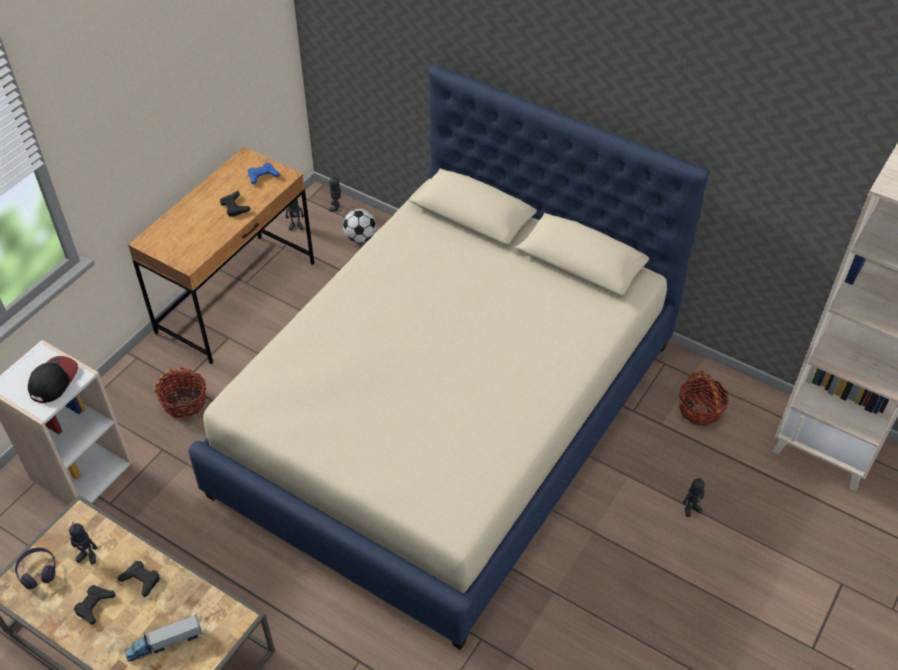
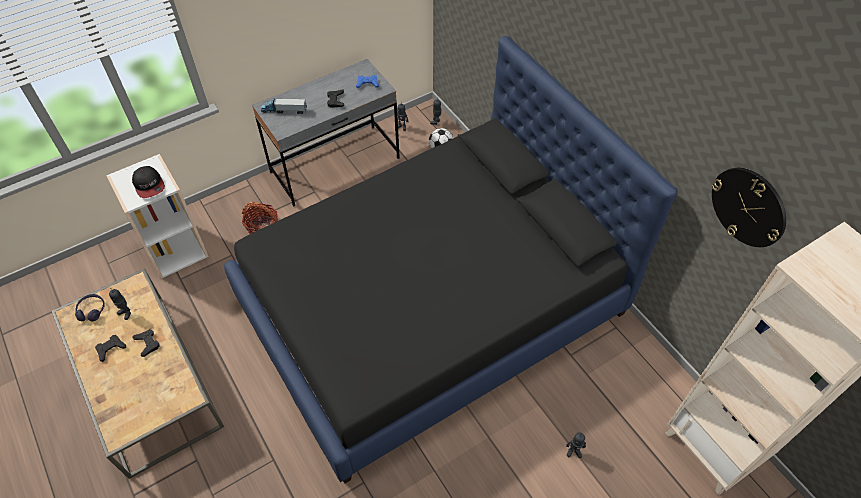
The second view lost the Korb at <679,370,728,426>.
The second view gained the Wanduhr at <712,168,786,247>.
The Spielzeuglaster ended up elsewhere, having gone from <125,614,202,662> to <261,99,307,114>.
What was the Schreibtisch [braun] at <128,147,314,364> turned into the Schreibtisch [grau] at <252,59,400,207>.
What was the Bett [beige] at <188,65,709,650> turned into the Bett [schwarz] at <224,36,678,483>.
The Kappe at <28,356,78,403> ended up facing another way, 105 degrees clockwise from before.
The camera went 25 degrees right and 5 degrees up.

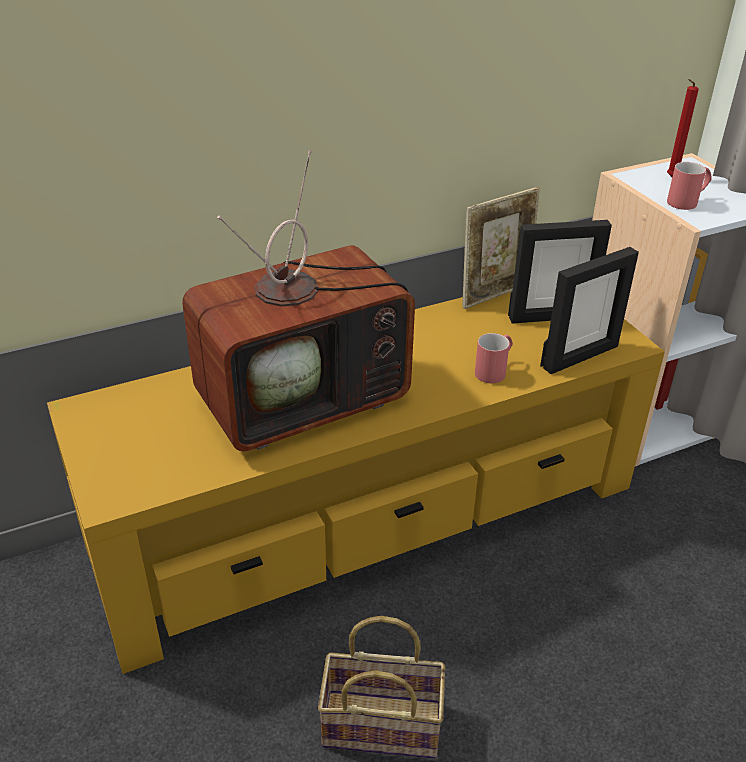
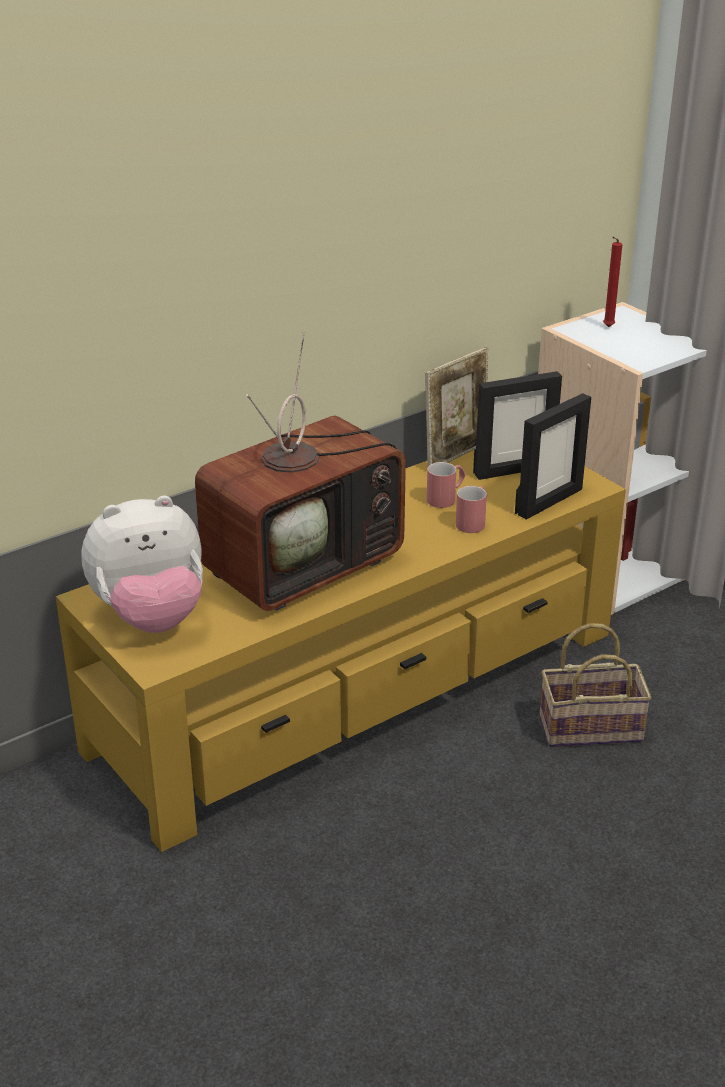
The second view gained the Plüschtier at <81,496,203,633>.
The Korb ended up elsewhere, having gone from <318,616,445,759> to <539,623,652,747>.
The Henkelbecher [rot] ended up elsewhere, having gone from <667,162,712,210> to <427,462,465,508>.
The camera went 10 degrees left and 5 degrees down.

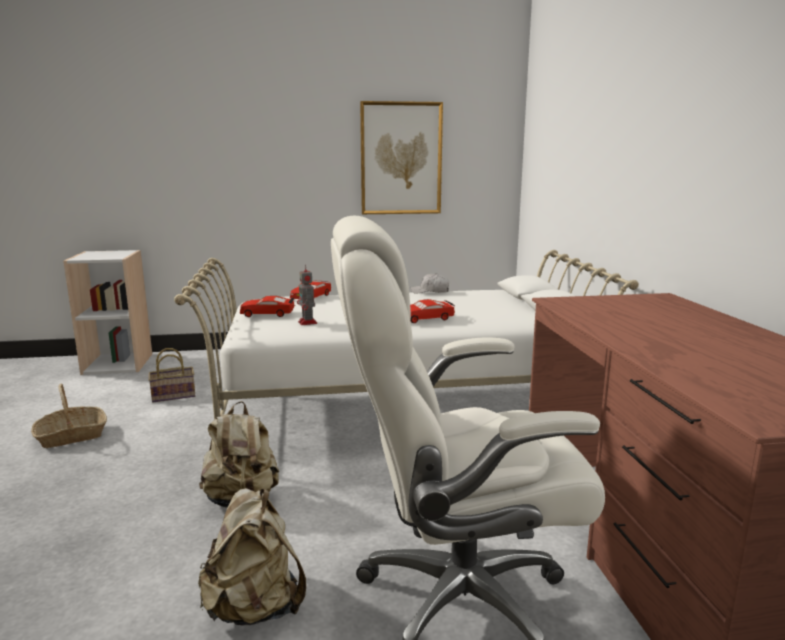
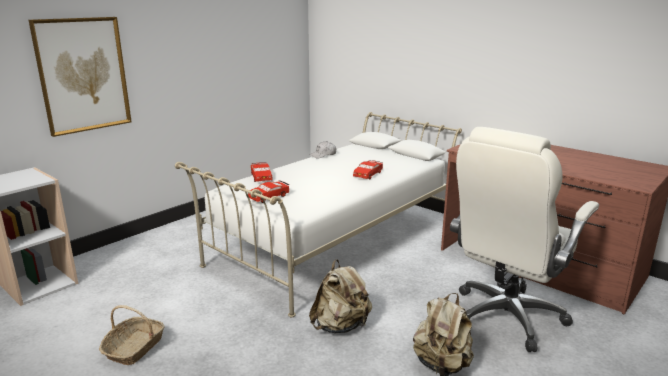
The second view lost the Korb at <149,348,195,402>.
The second view lost the Spielzeugroboter at <297,264,317,325>.
The Bild ended up elsewhere, having gone from <360,101,443,214> to <29,17,132,137>.
The camera went 40 degrees left and 5 degrees up.

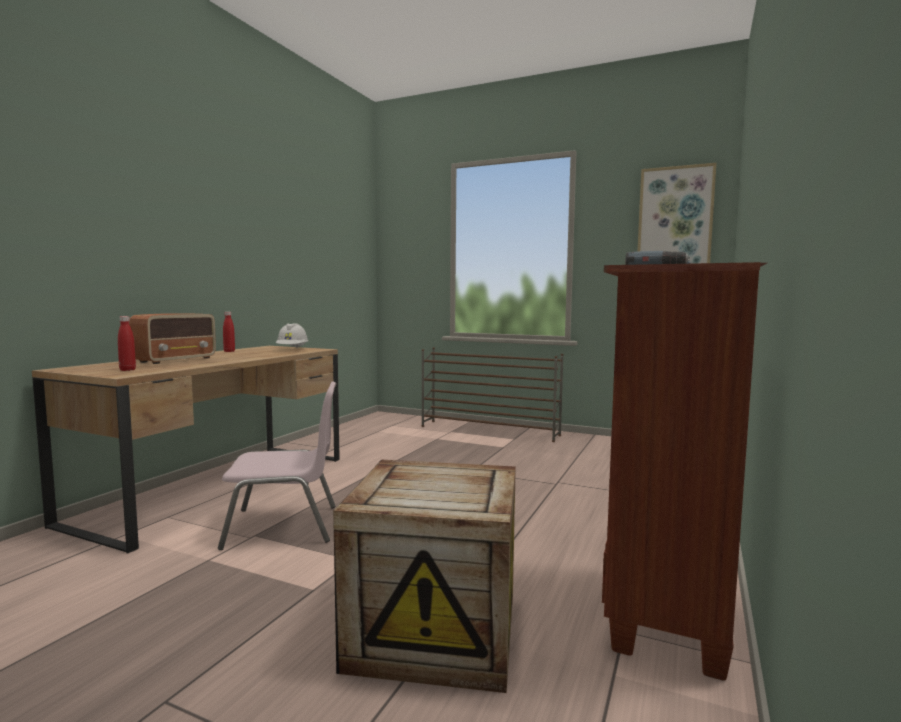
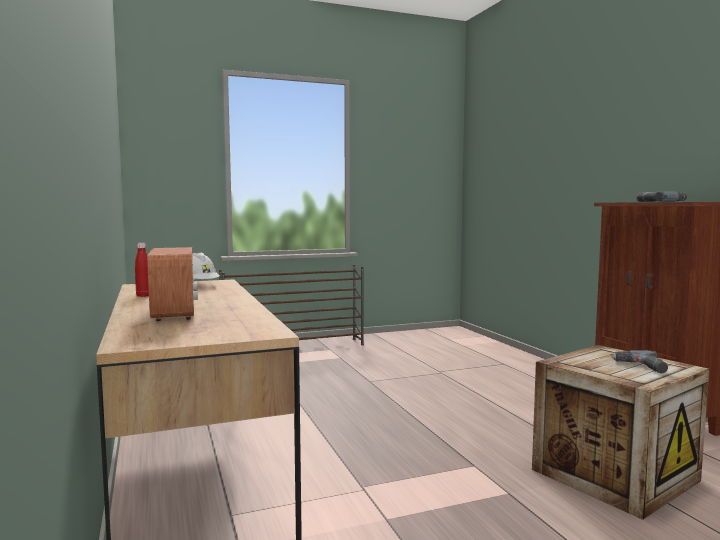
The second view lost the Flasche [rot] at <118,316,136,371>.
The second view lost the Stuhl [rosa] at <218,381,336,550>.
The second view lost the Bild at <637,163,717,264>.
The second view gained the Bohrmaschine at <612,350,668,373>.
The camera went 45 degrees left and 0 degrees up.

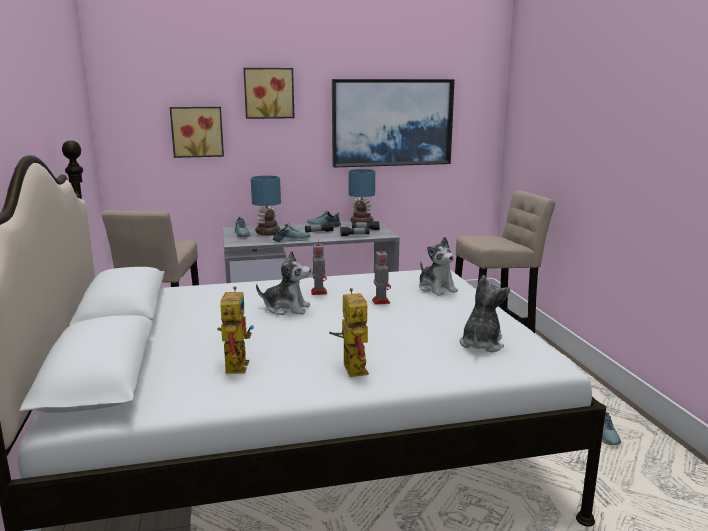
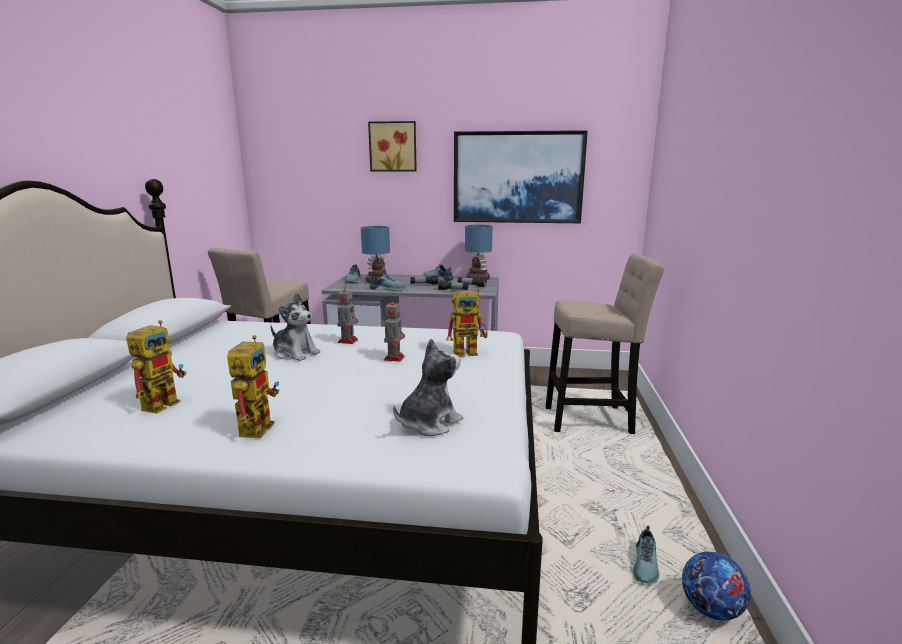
The second view lost the Bild at <170,107,224,158>.
The second view gained the Fußball at <682,552,751,620>.
Where the Plüschtier stood at <419,237,458,296>, the Spielzeugroboter came to stand at <446,288,488,357>.
The camera went 20 degrees right and 0 degrees up.

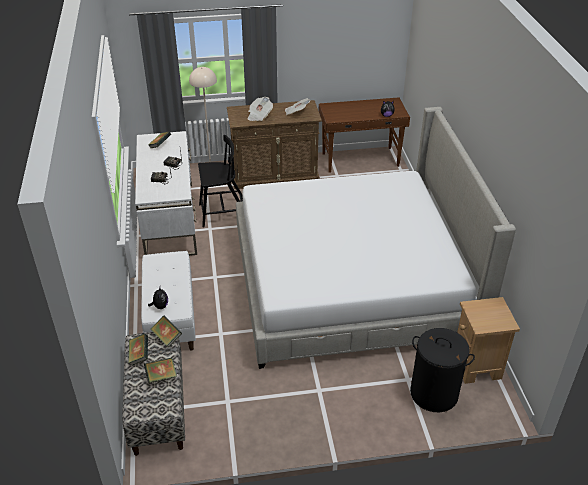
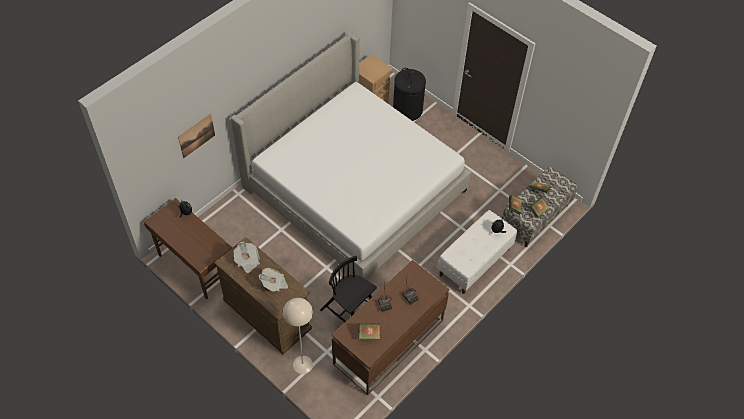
The second view gained the Bild at <178,113,215,158>.
What was the Schreibtisch [weiß] at <135,131,197,256> turned into the Schreibtisch [braun] at <332,260,450,395>.
The camera went 130 degrees left and 15 degrees up.

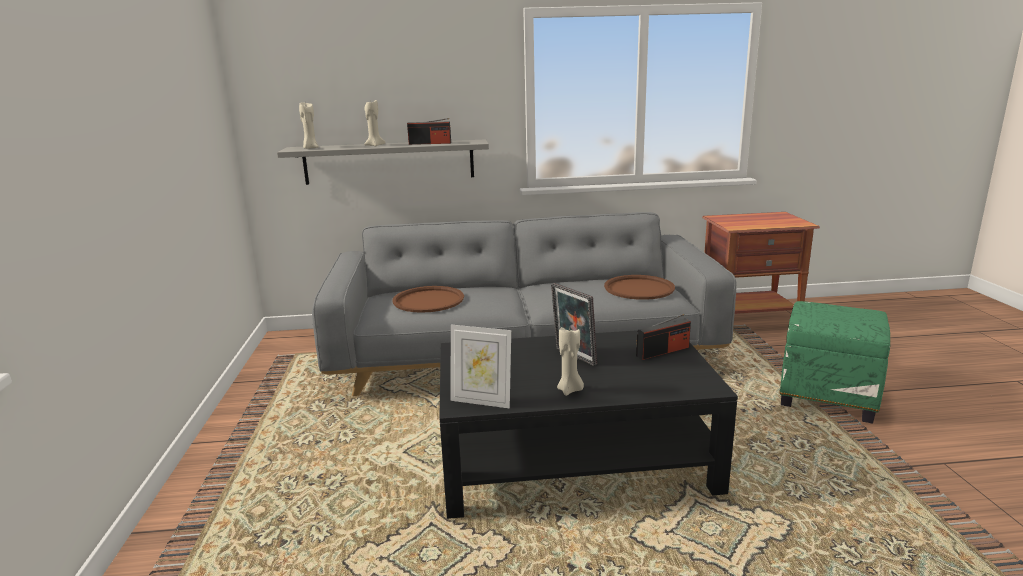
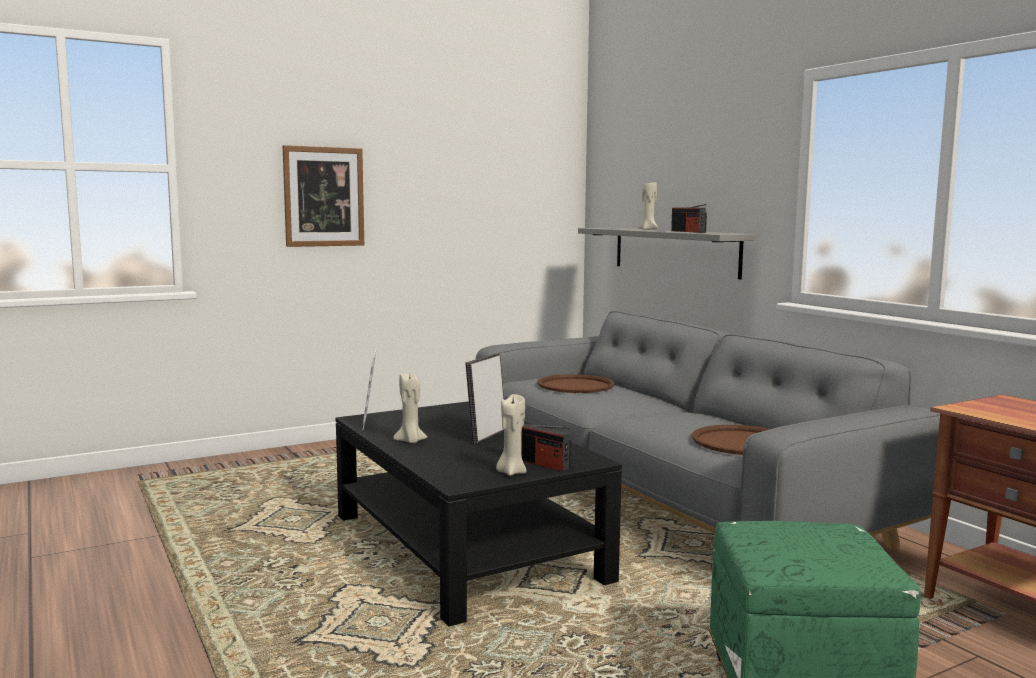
The second view gained the Bild at <283,145,364,247>.
The Kerze [beige] ended up elsewhere, having gone from <299,102,319,149> to <496,394,527,476>.
The camera went 65 degrees right and 10 degrees down.

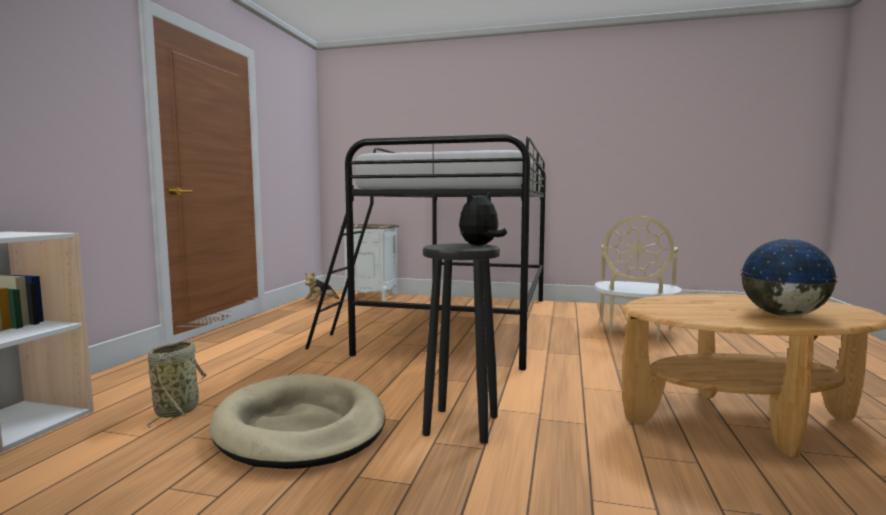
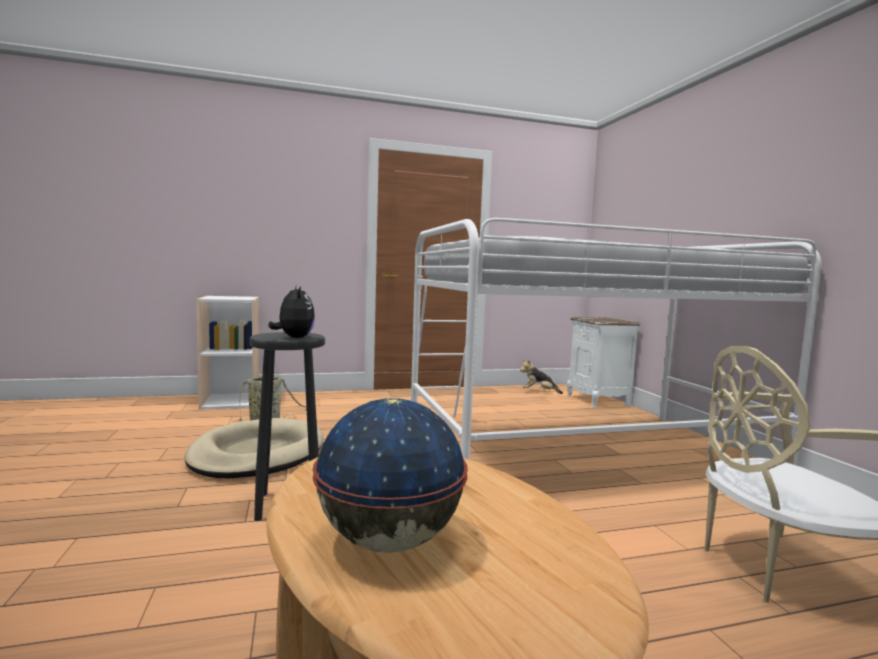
What was the Bett [schwarz] at <305,134,546,370> turned into the Bett [weiß] at <411,218,822,466>.
The Plüschtier at <459,191,507,246> ended up facing another way, 45 degrees clockwise from before.
The camera went 60 degrees right and 0 degrees up.

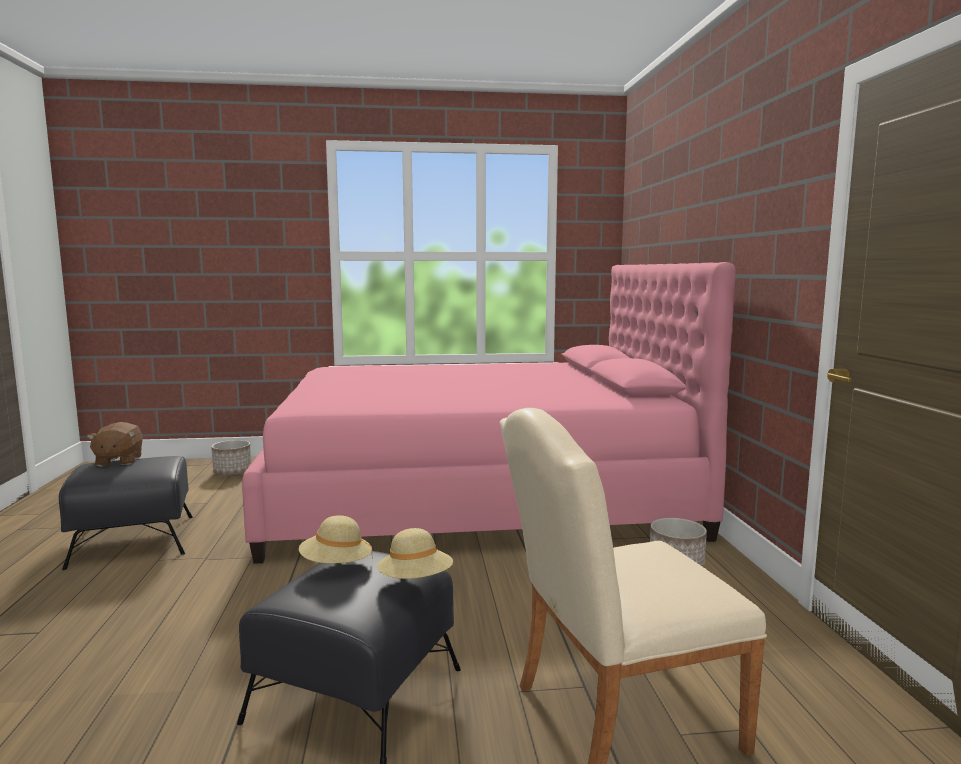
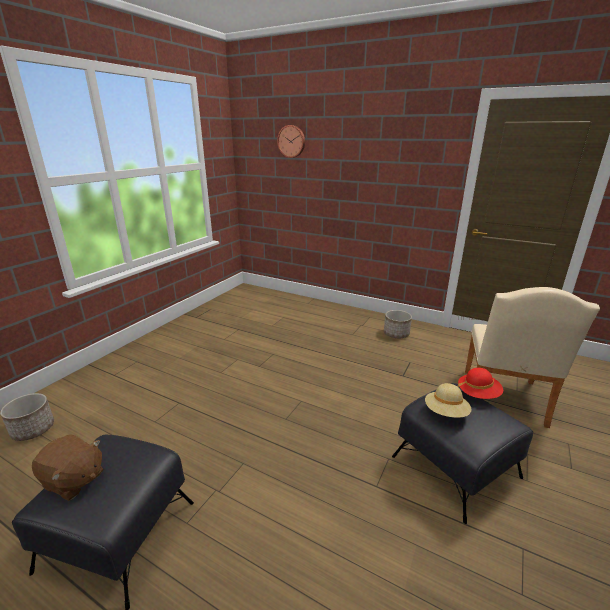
The second view lost the Bett [rosa] at <242,262,736,564>.
The second view gained the Wanduhr at <277,125,305,158>.
What was the Hut [beige] at <377,528,453,579> turned into the Hut [rot] at <458,368,503,399>.
The camera went 55 degrees left and 15 degrees up.

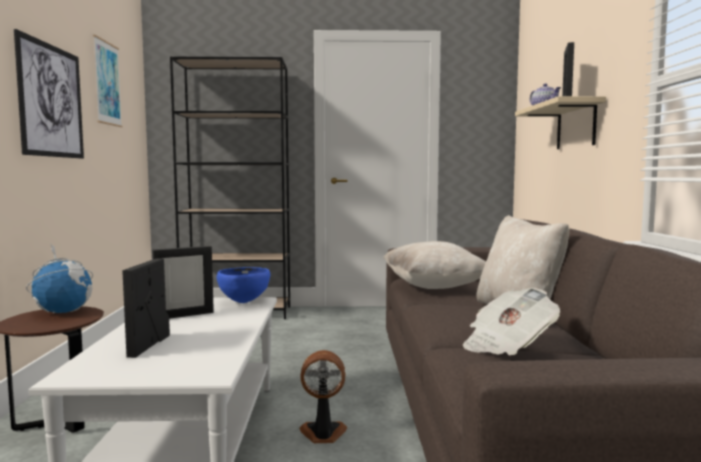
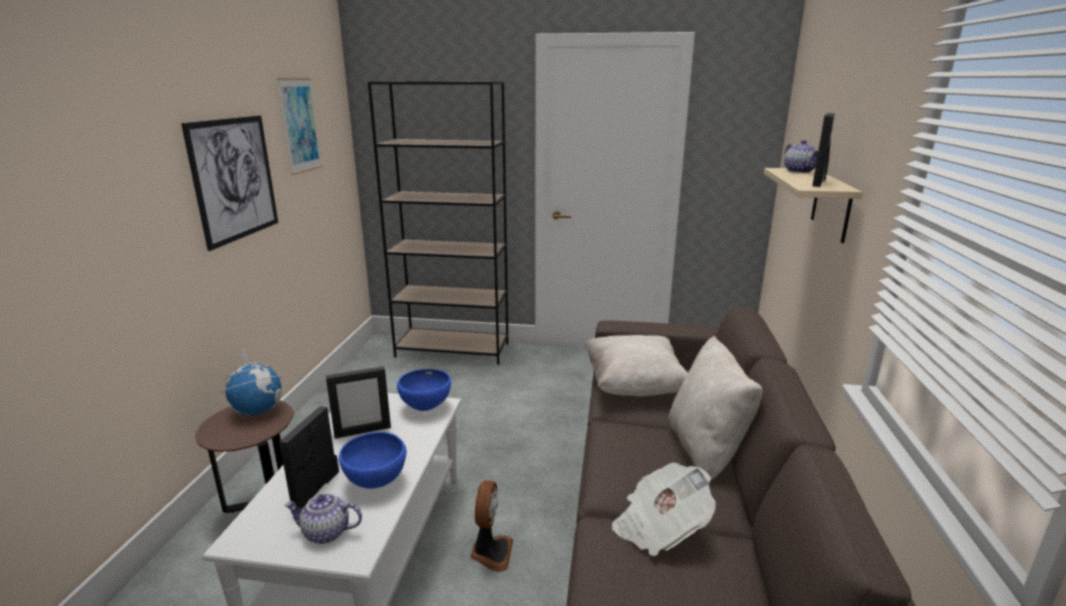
The second view gained the Teekanne at <284,493,362,544>.
The second view gained the Schüssel [blau] at <339,432,406,488>.
The Ventilator at <299,350,347,443> ended up facing another way, 90 degrees clockwise from before.
The camera went 10 degrees right and 15 degrees up.

